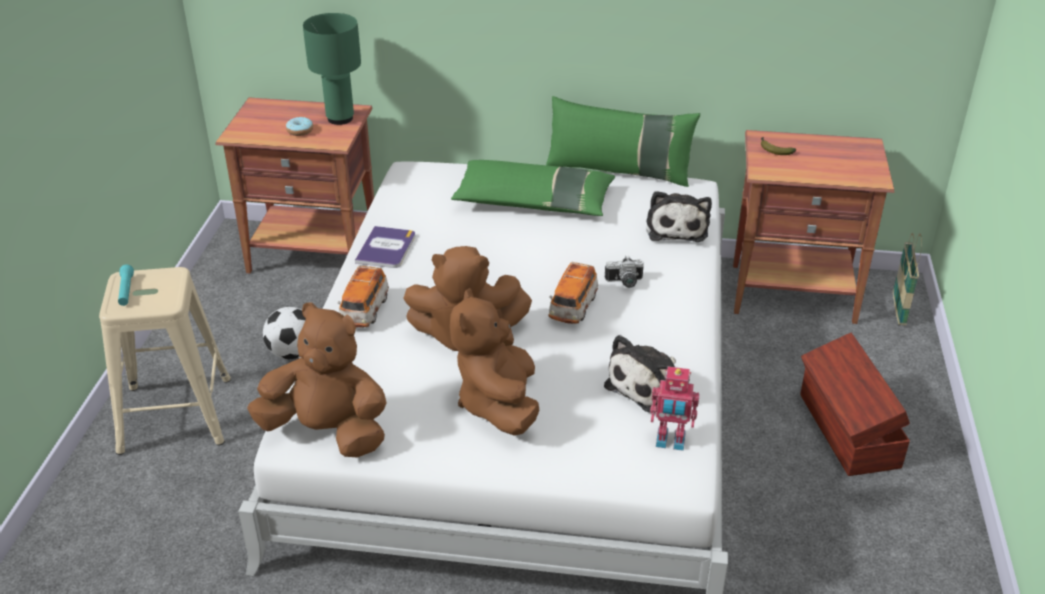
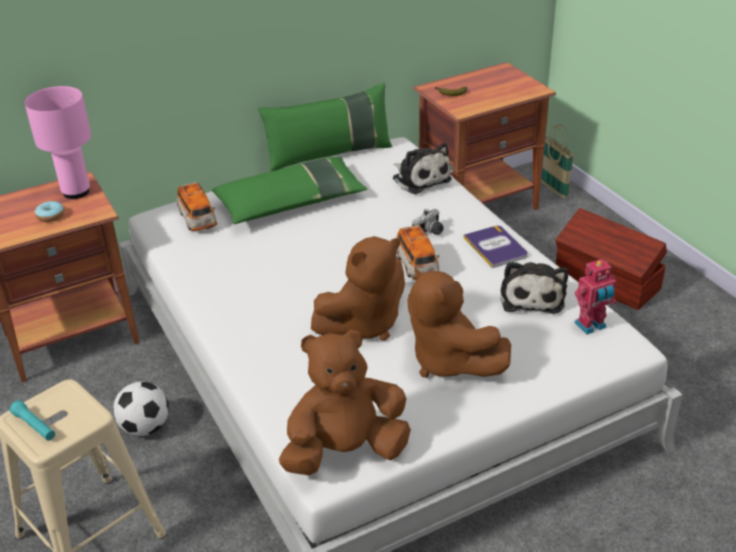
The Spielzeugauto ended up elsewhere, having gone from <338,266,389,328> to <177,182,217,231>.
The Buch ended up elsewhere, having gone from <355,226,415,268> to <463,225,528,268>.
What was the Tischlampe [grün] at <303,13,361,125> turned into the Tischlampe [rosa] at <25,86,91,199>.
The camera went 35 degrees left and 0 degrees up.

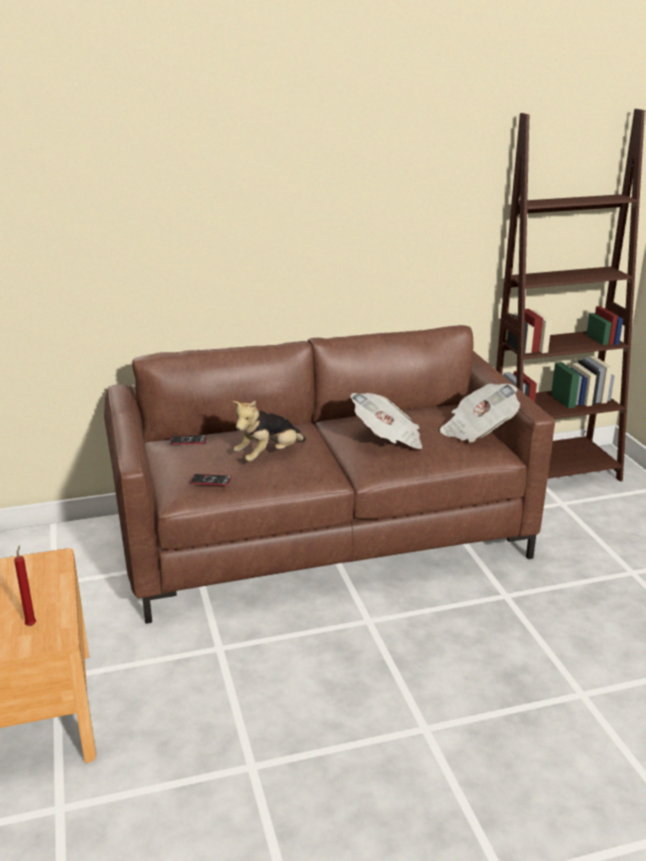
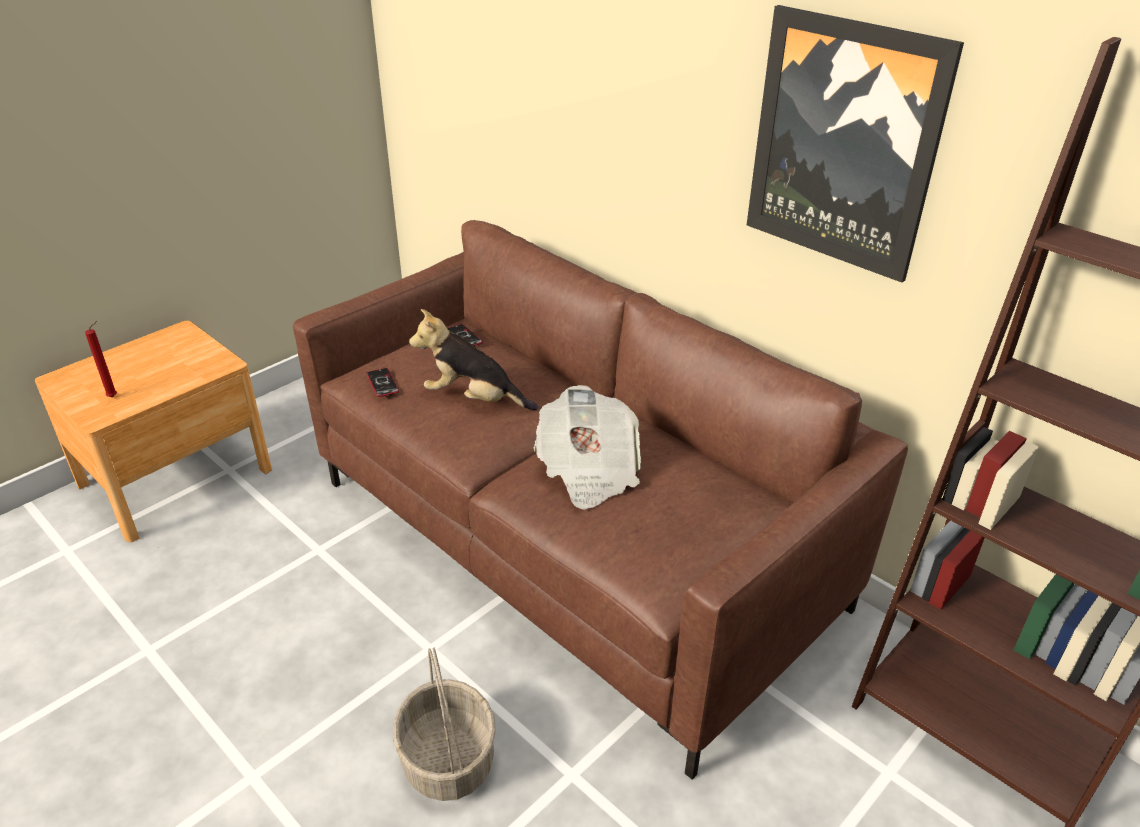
The second view lost the Zeitung at <440,384,520,442>.
The second view gained the Korb at <393,647,496,801>.
The second view gained the Bild at <747,5,964,283>.
The camera went 60 degrees right and 10 degrees up.

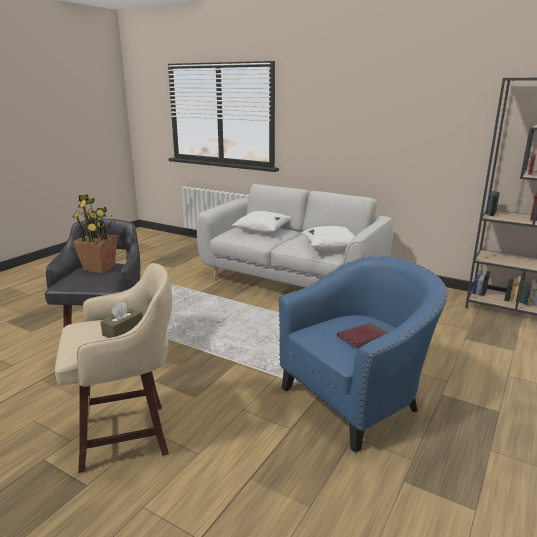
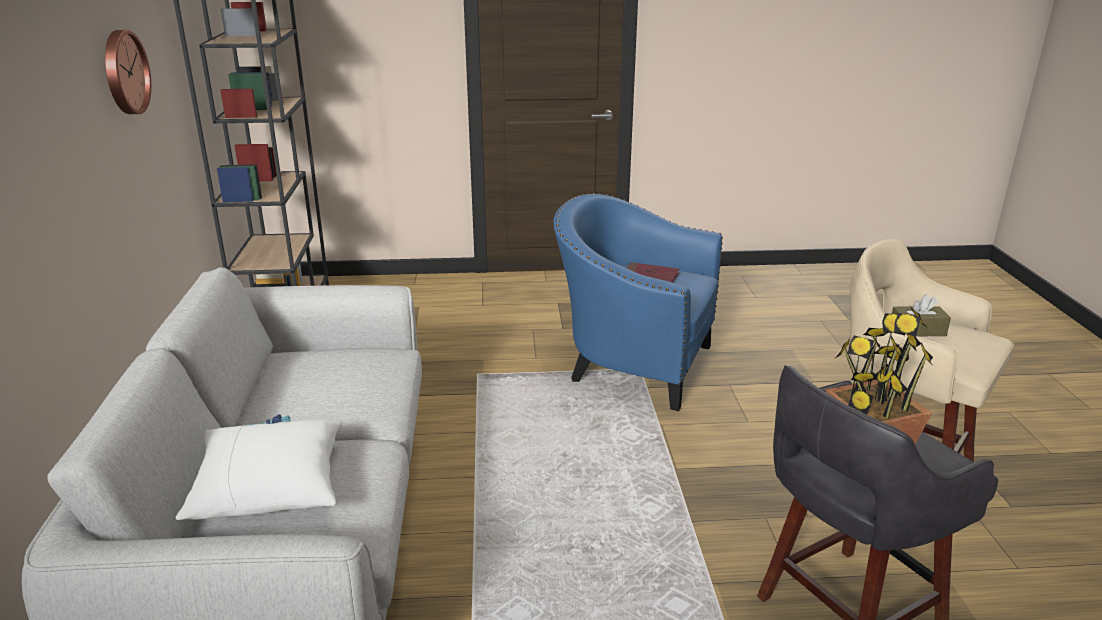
The second view lost the Kissen [weiß] at <302,226,355,250>.
The second view gained the Wanduhr at <105,30,151,114>.
The camera went 125 degrees left and 5 degrees up.

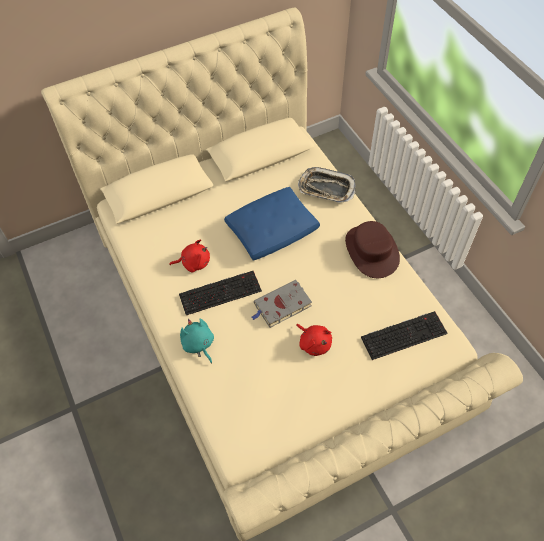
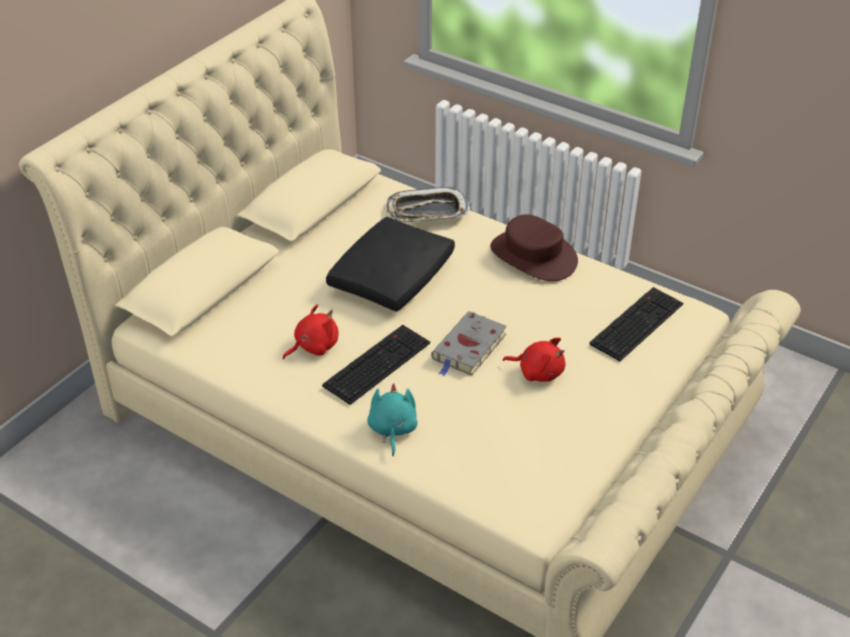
What was the Kissen [blau] at <224,187,320,261> turned into the Kissen [schwarz] at <326,217,455,312>.
The Plüschtier [türkis] at <180,318,214,364> ended up facing another way, 60 degrees clockwise from before.
The camera went 30 degrees left and 15 degrees down.

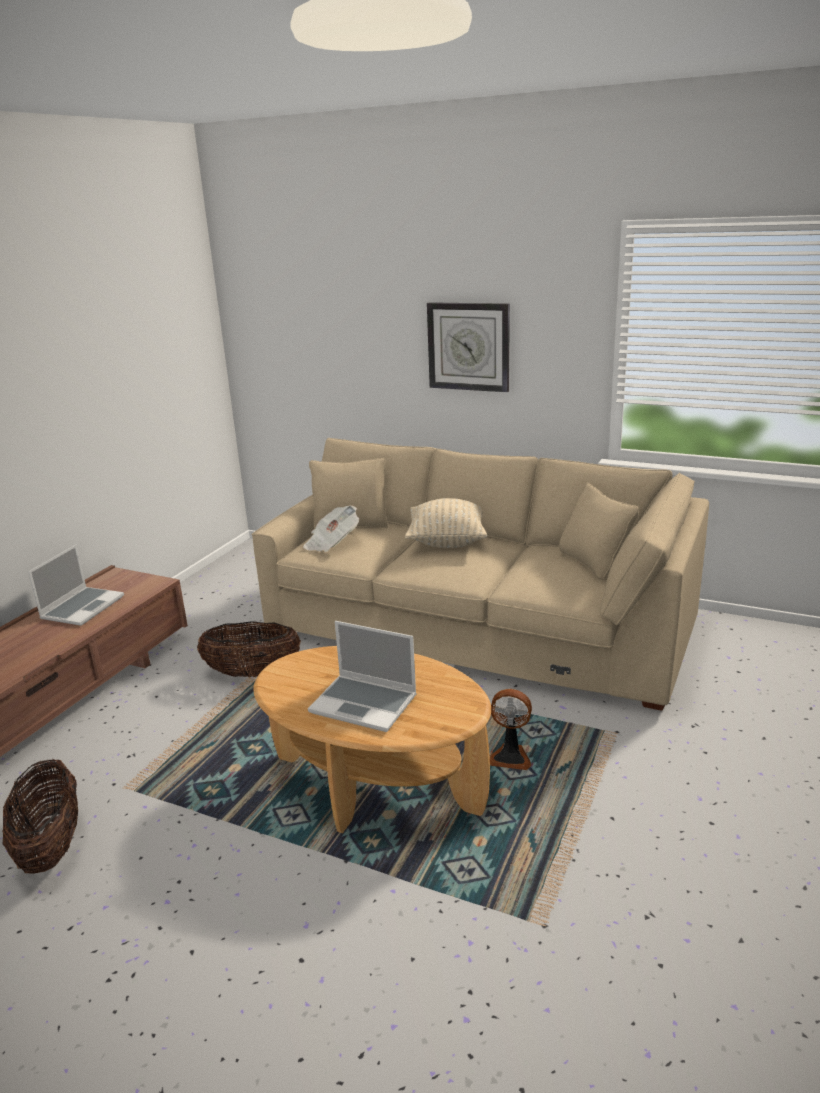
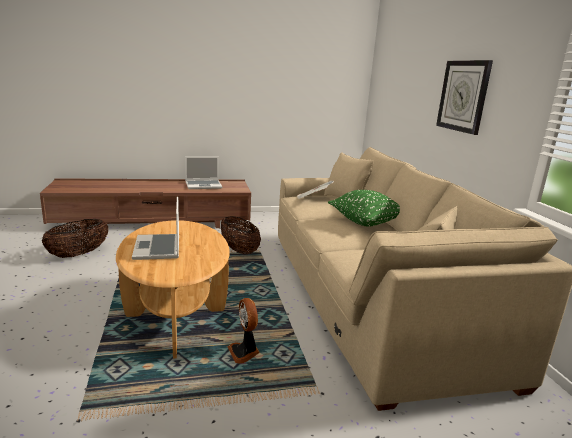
What was the Kissen [beige] at <405,498,487,548> turned into the Kissen [grün] at <328,190,400,227>.
The camera went 50 degrees right and 5 degrees down.

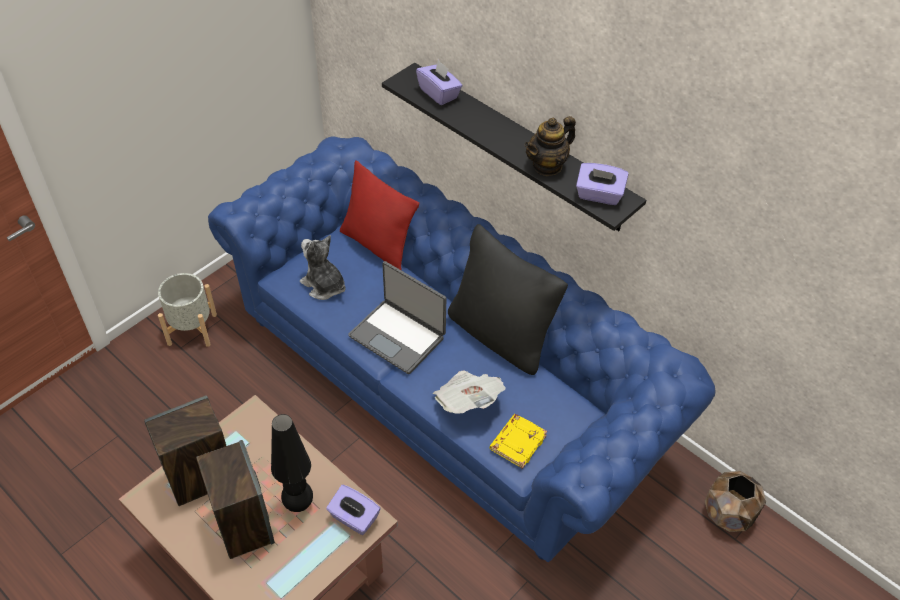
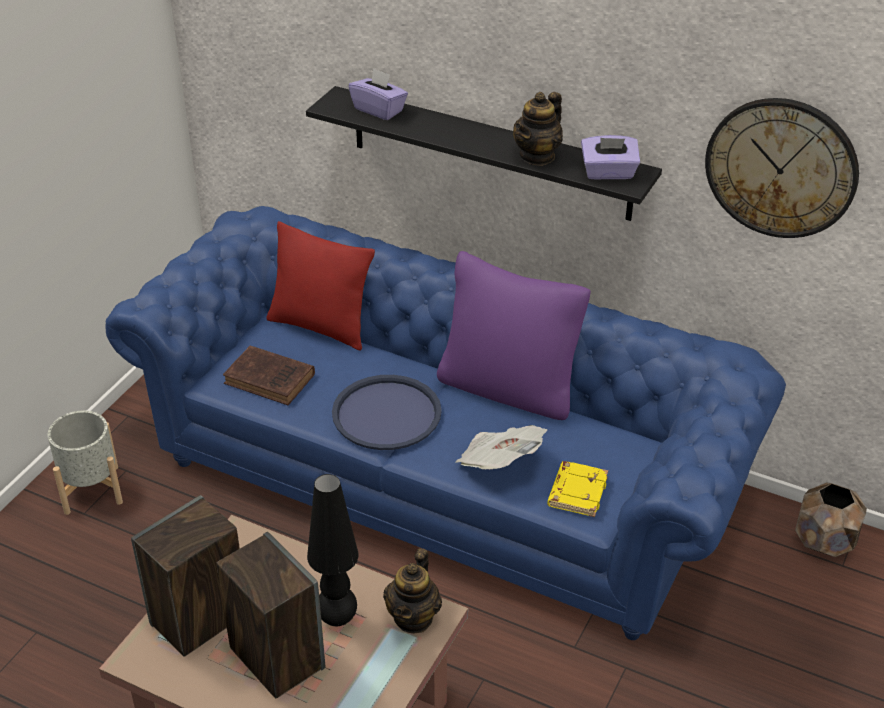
The second view gained the Wanduhr at <705,98,859,238>.
Where the Plüschtier stood at <300,235,346,300>, the Buch [braun] came to stand at <223,346,315,405>.
Where the Taschentuchbox [lila] stood at <326,485,381,535>, the Teekanne came to stand at <383,548,442,634>.
Where the Laptop stood at <348,261,446,374>, the Tablett [blau] came to stand at <332,375,442,450>.
What was the Kissen [schwarz] at <448,224,568,375> turned into the Kissen [lila] at <437,251,591,420>.
The camera went 15 degrees left and 10 degrees down.

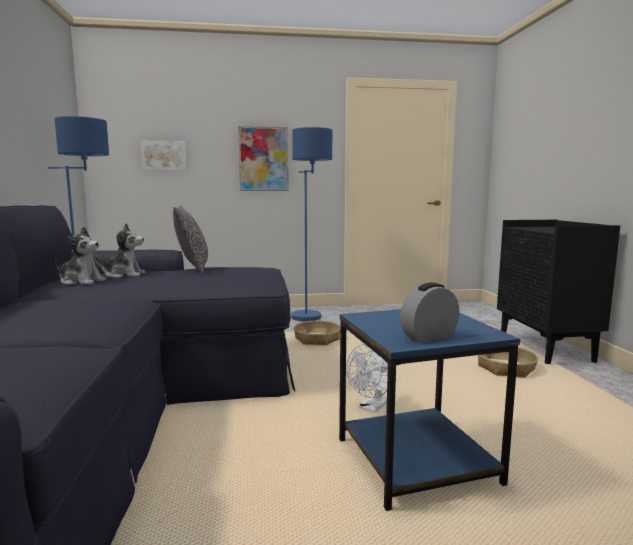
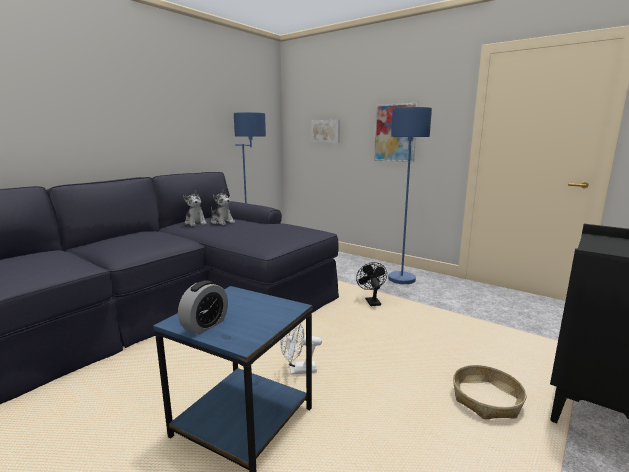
The second view lost the Kissen at <173,205,208,275>.
Where the Korb stood at <294,321,340,345>, the Ventilator [schwarz] came to stand at <356,262,387,306>.
The Wecker at <400,283,460,343> ended up facing another way, 105 degrees clockwise from before.
The camera went 45 degrees right and 5 degrees up.

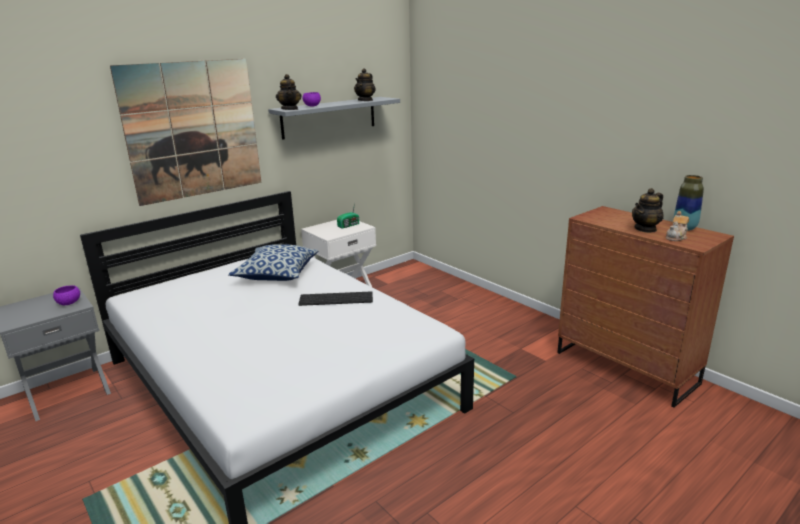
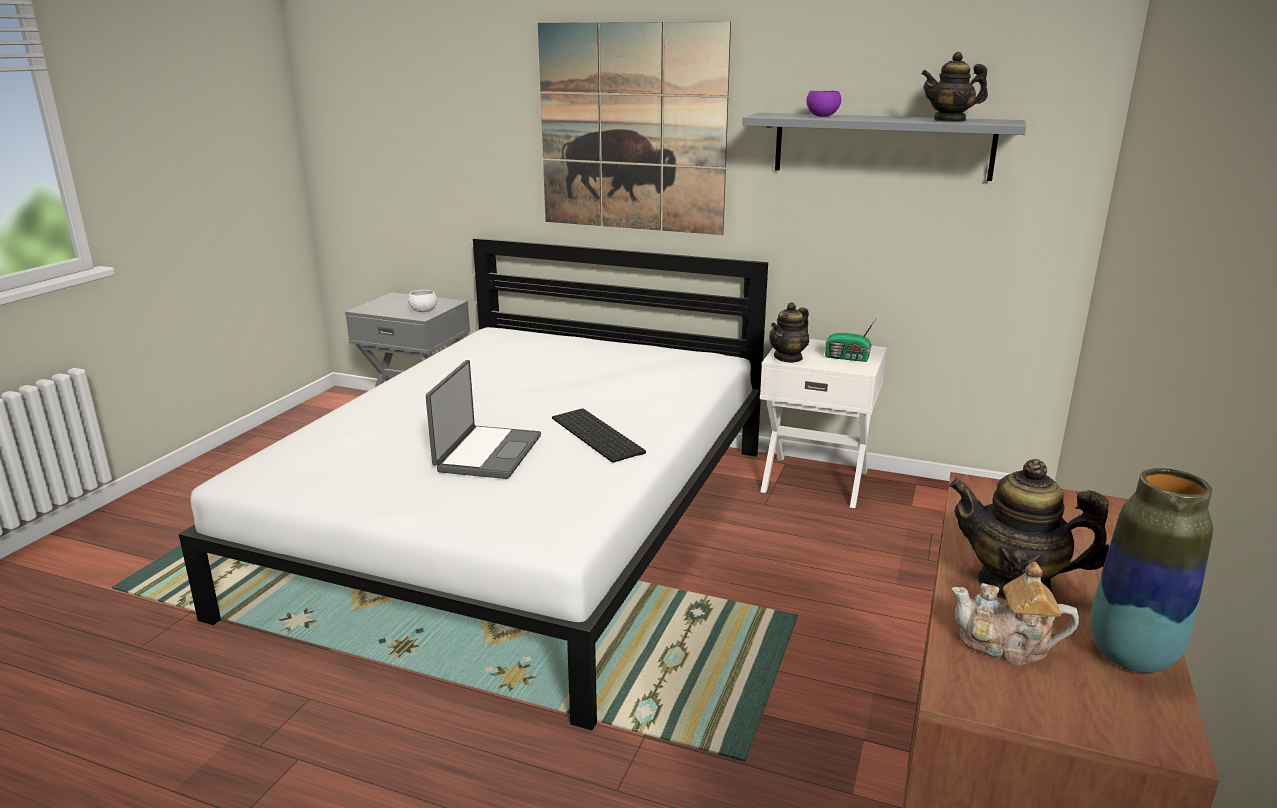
The second view lost the Kissen at <228,244,319,281>.
The second view gained the Laptop at <426,360,541,479>.
The Teekanne ended up elsewhere, having gone from <276,74,302,110> to <769,302,809,363>.
What was the Schüssel [lila] at <53,285,80,305> turned into the Schüssel [weiß] at <408,290,437,312>.
The camera went 60 degrees right and 0 degrees up.

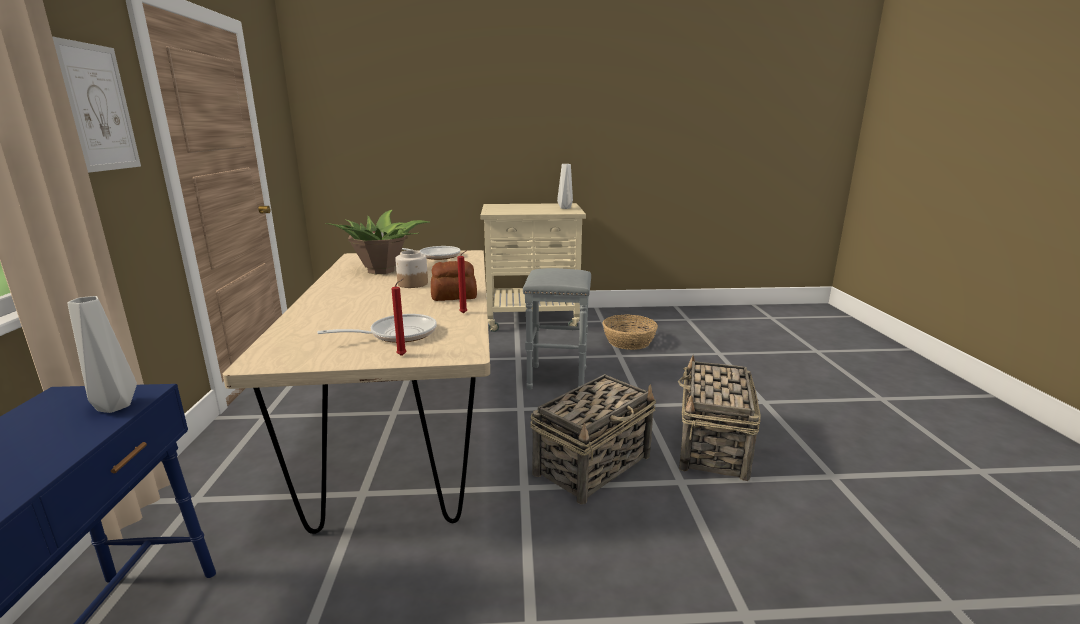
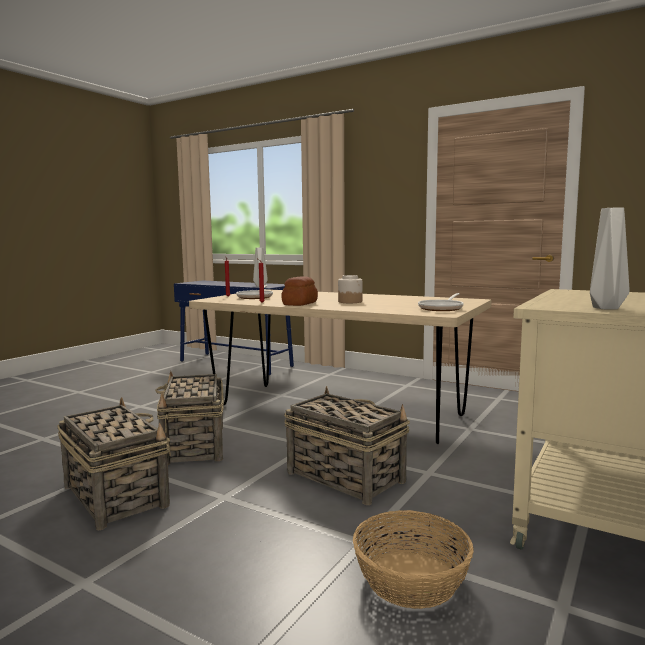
The second view lost the Bild at <52,36,141,173>.
The second view lost the Topfpflanze at <325,210,430,274>.
Where the Hocker [grau] stood at <523,268,591,390>, the Korb came to stand at <284,386,410,505>.
The camera went 125 degrees right and 10 degrees down.

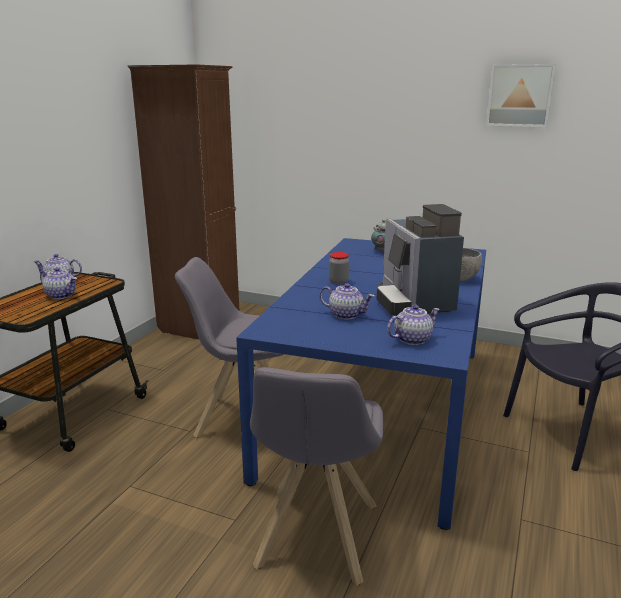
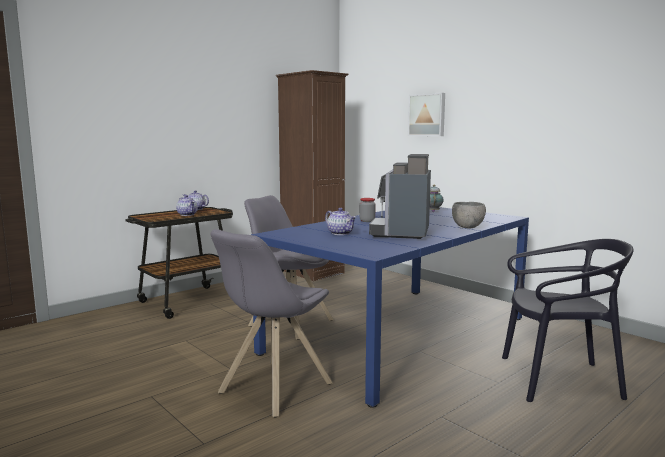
The second view lost the Teekanne at <387,305,440,345>.
The Bild ended up elsewhere, having gone from <486,64,556,127> to <408,93,445,136>.
The camera went 25 degrees right and 10 degrees down.

